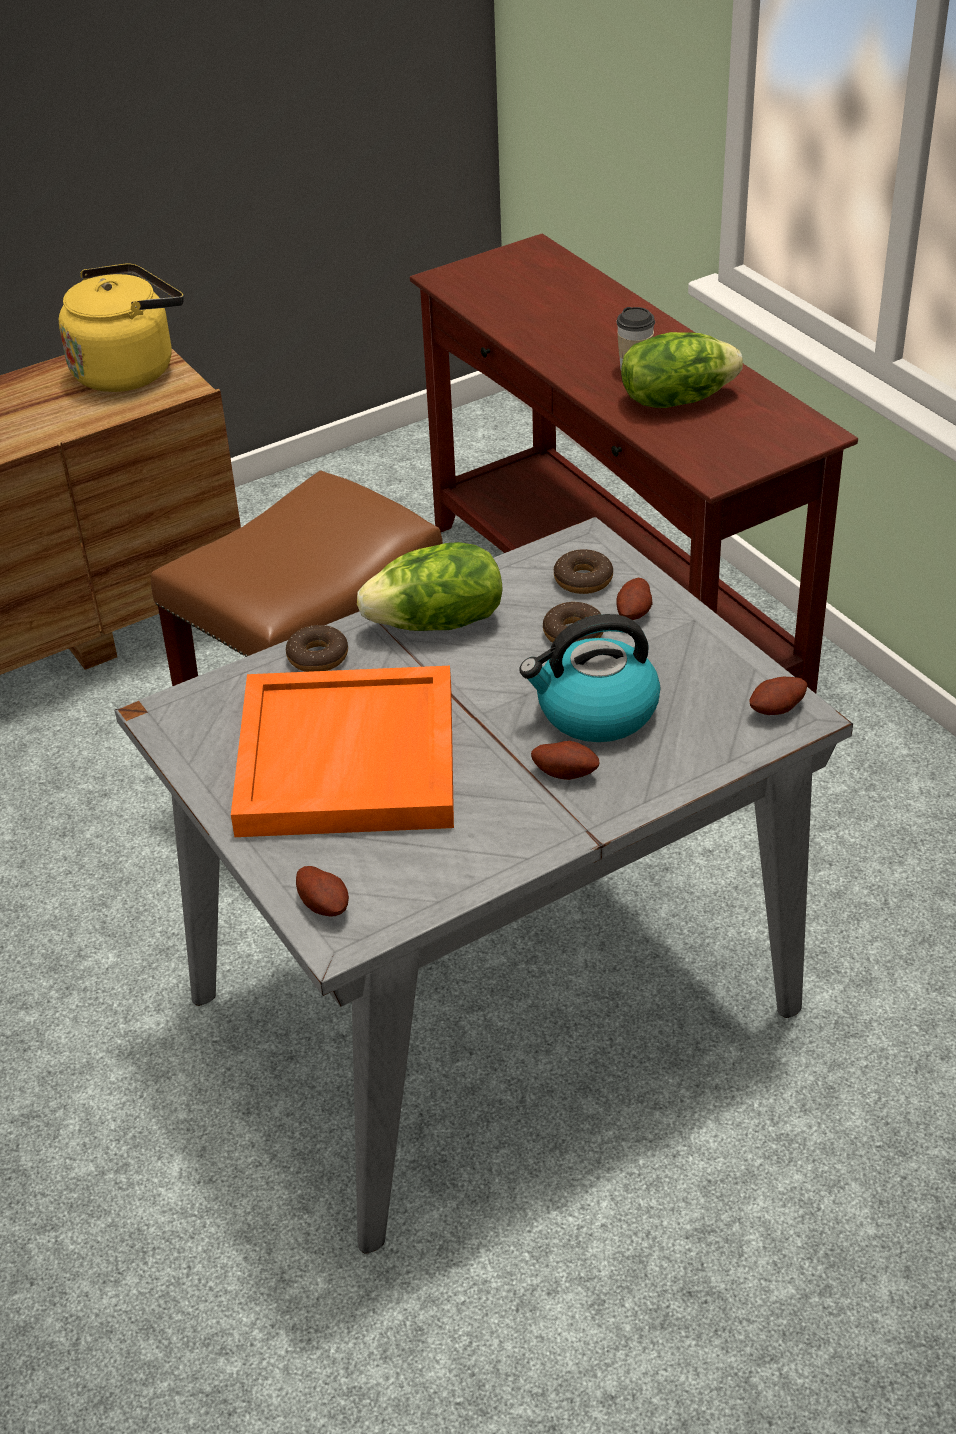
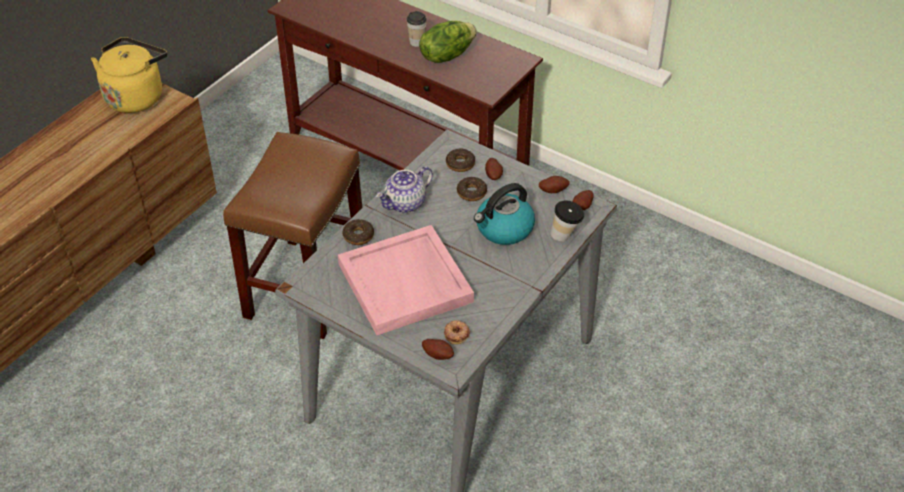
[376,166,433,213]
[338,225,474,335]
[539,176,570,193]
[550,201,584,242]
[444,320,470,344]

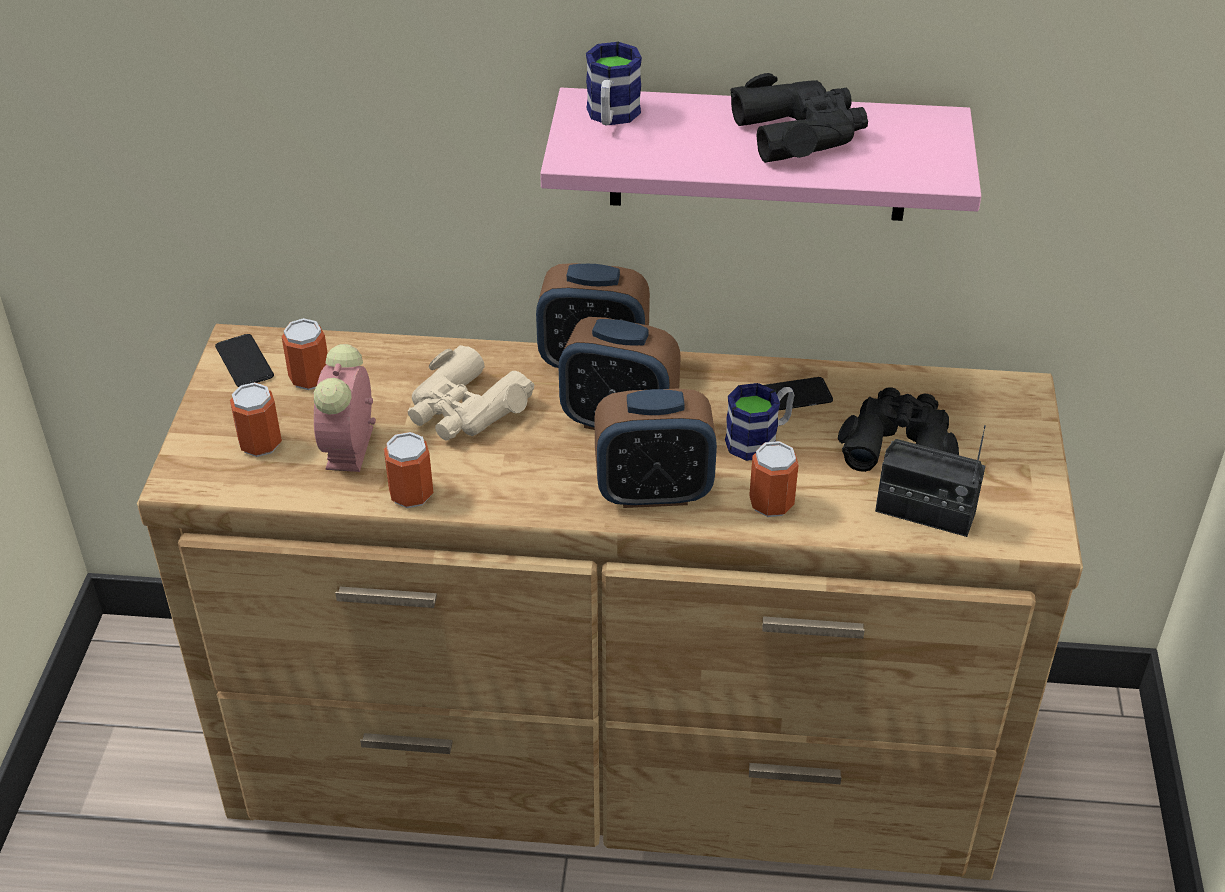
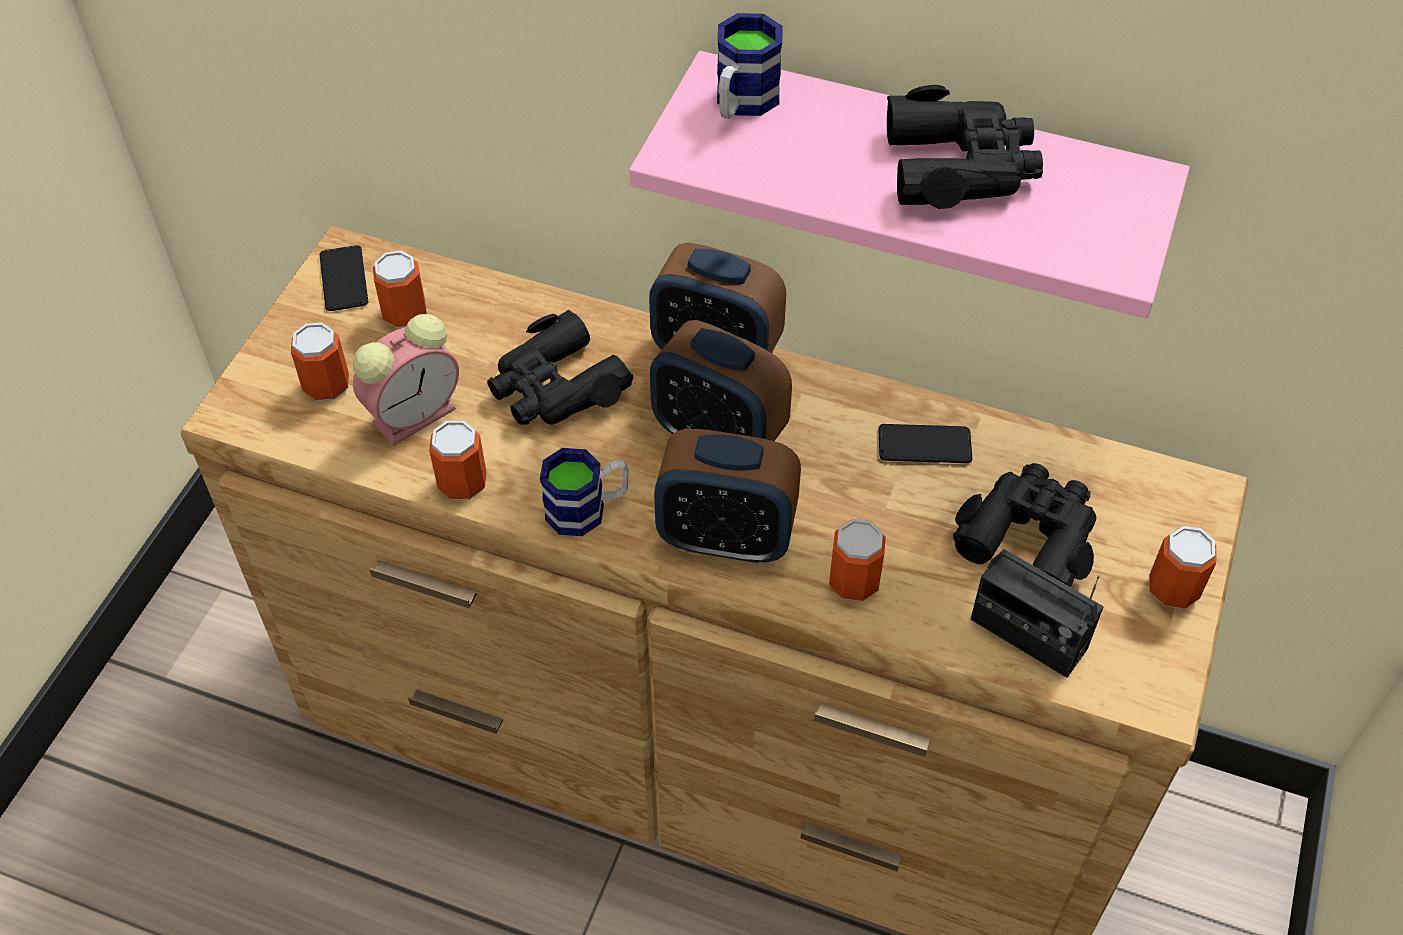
[353,314,459,446]
[487,310,633,425]
[540,448,629,536]
[1149,526,1217,609]

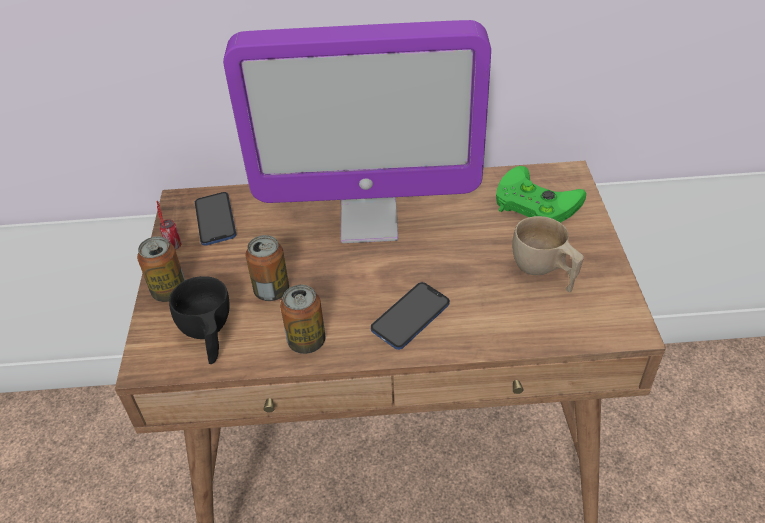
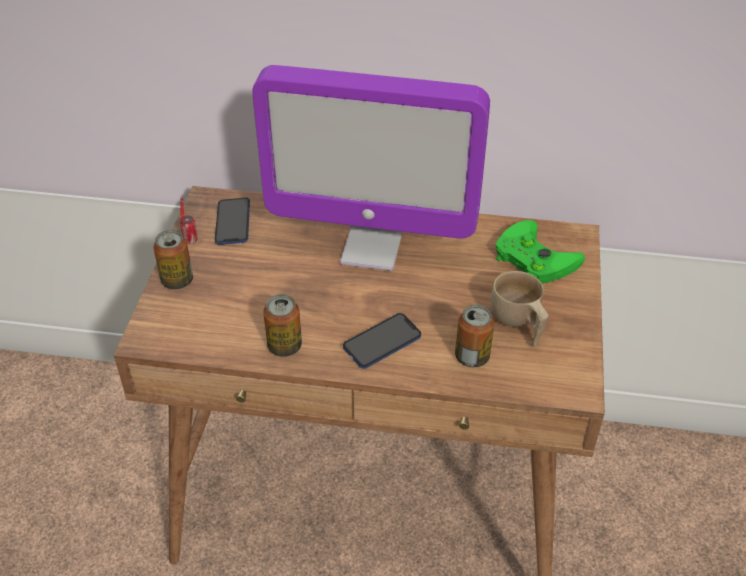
[455,304,495,367]
[169,276,230,364] (first image)

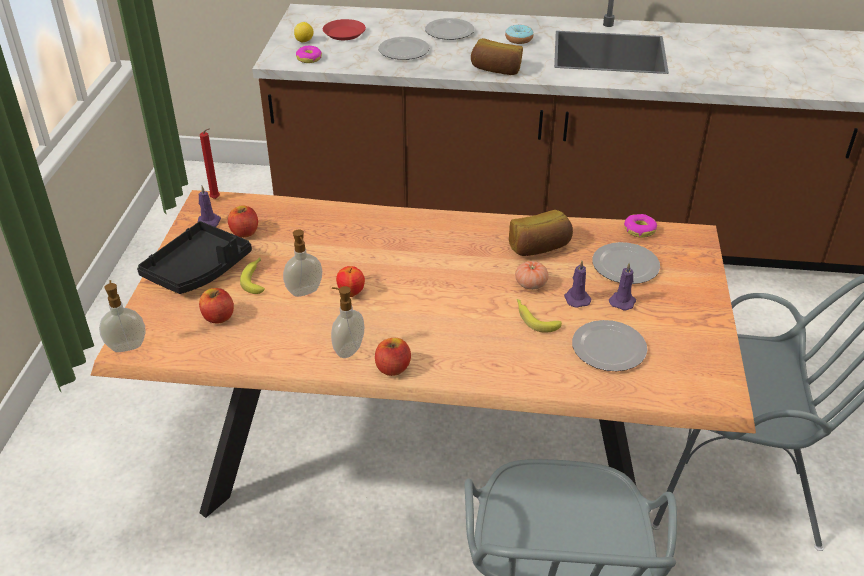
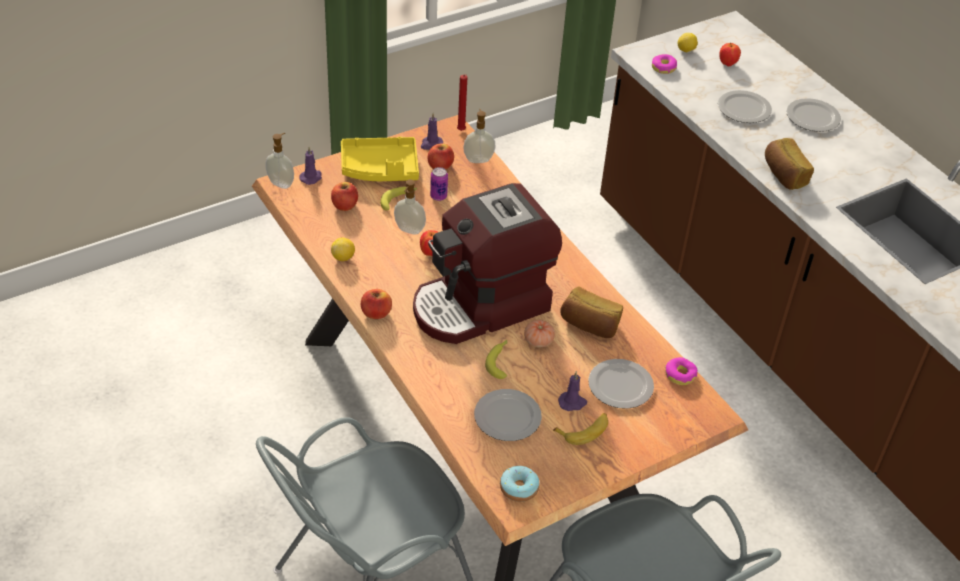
[719,43,741,66]
[500,466,540,502]
[341,137,419,181]
[299,147,322,185]
[463,109,496,163]
[430,167,448,201]
[413,183,562,344]
[331,237,355,261]
[553,413,608,445]

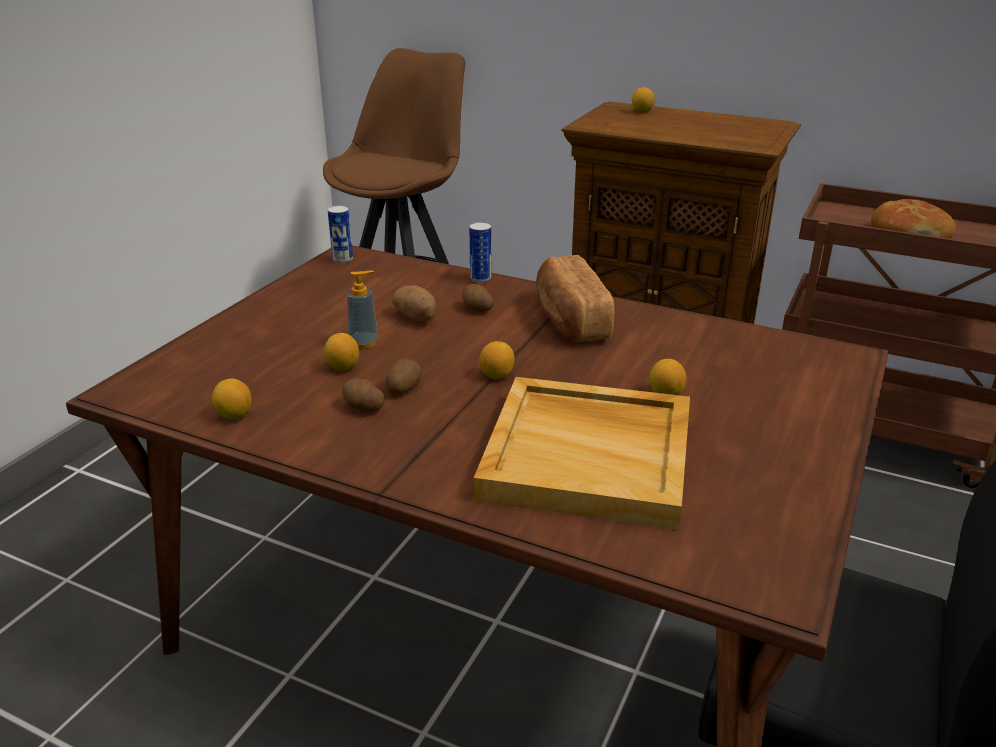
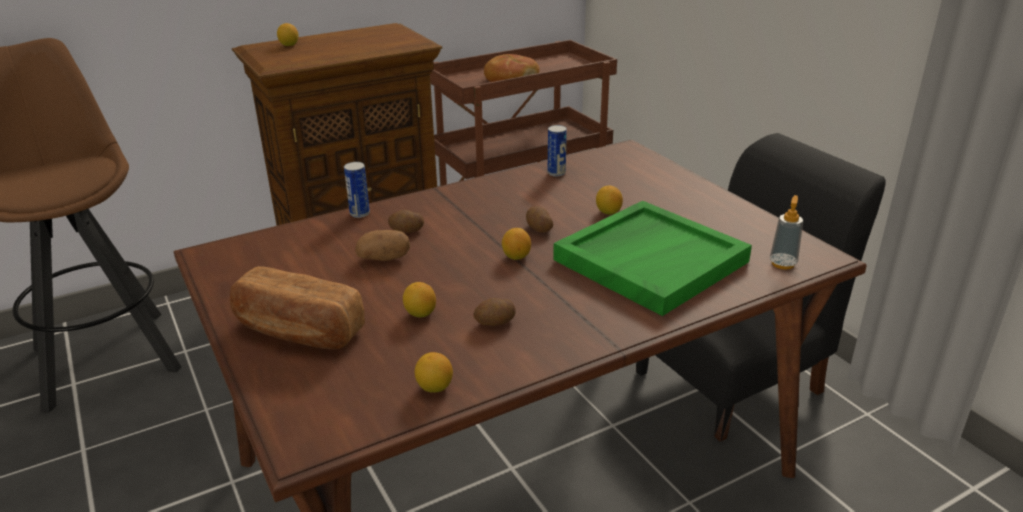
[548,125,567,176]
[230,266,365,349]
[770,195,803,270]
[526,206,553,233]
[553,201,752,316]

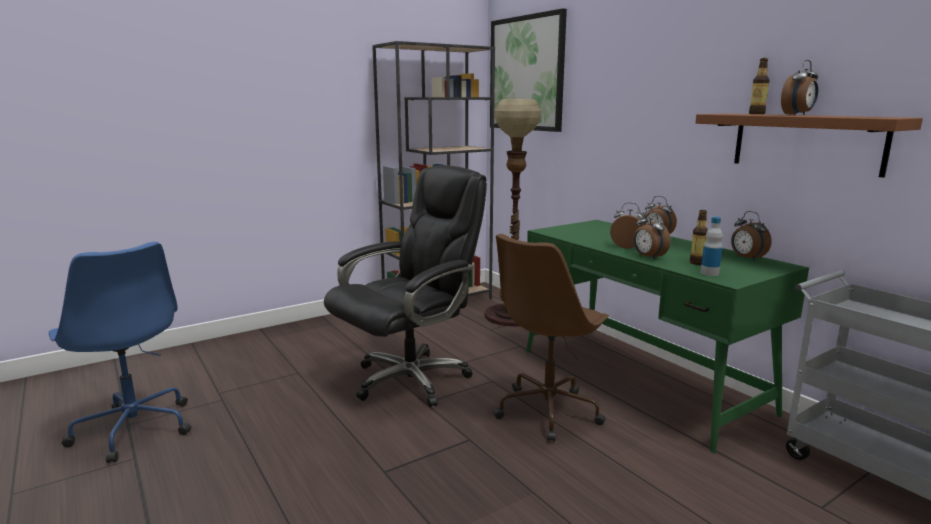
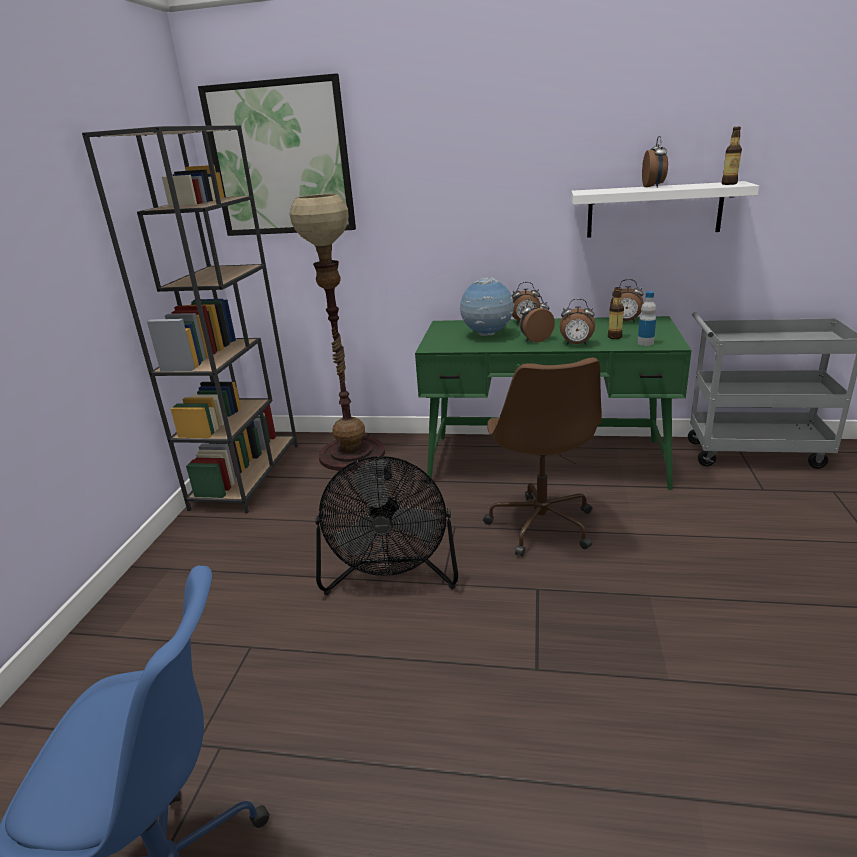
[722,127,742,185]
[571,181,759,238]
[315,456,458,596]
[460,277,514,336]

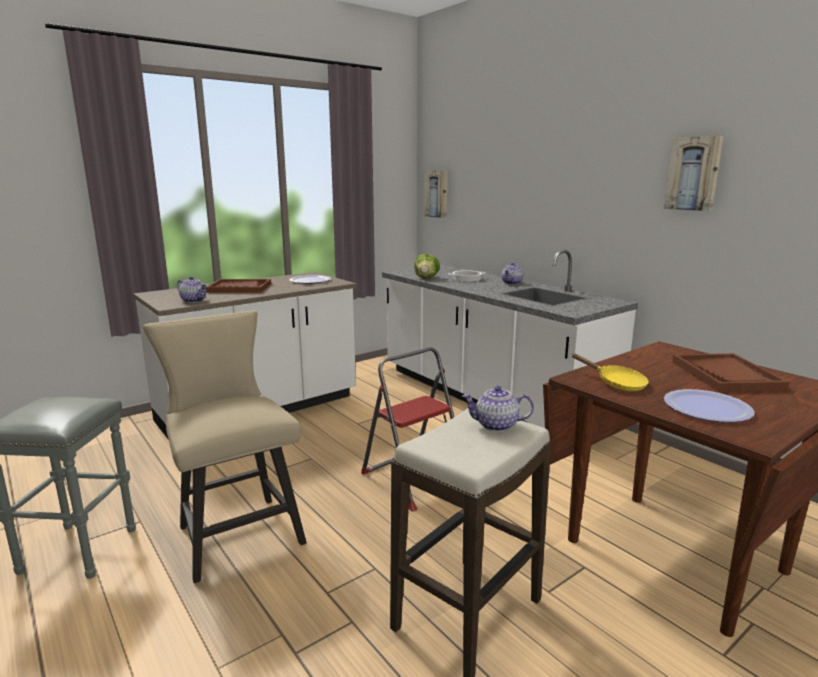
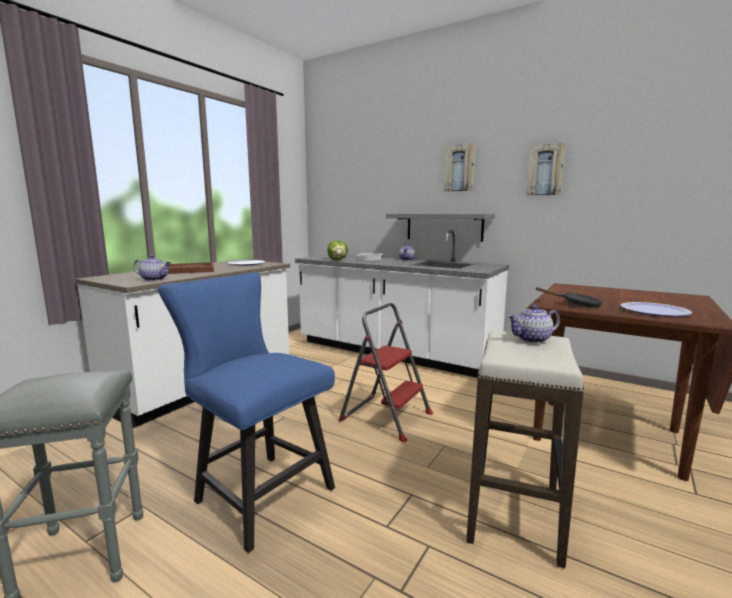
[444,144,475,192]
[158,272,335,553]
[672,353,789,392] (first image)
[535,287,603,307]
[386,214,495,242]

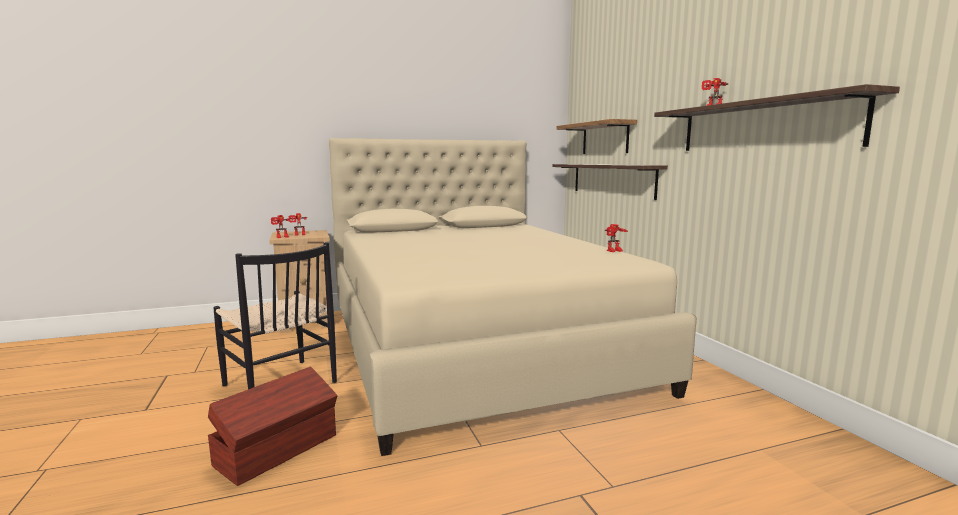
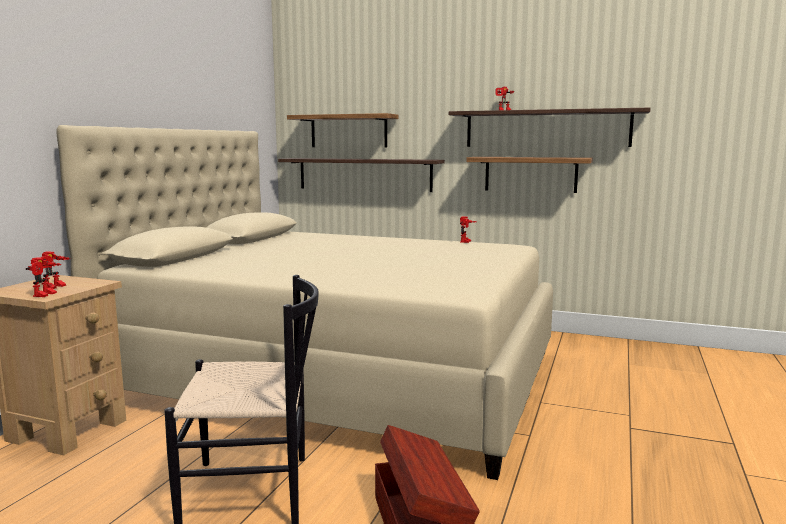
[466,157,593,193]

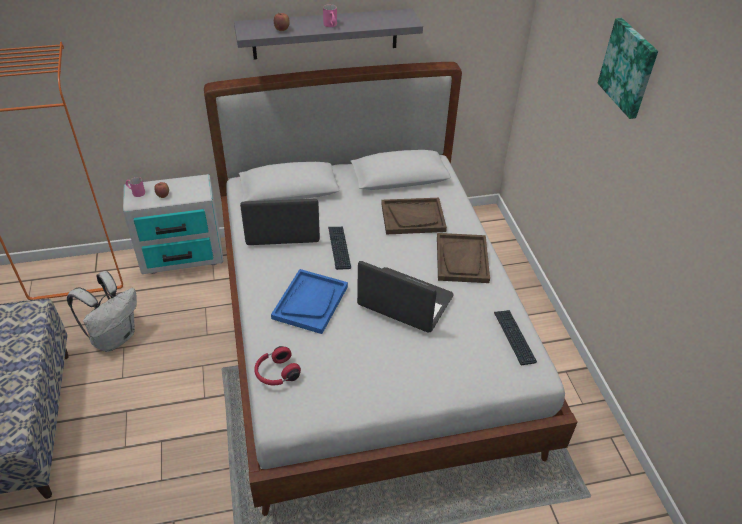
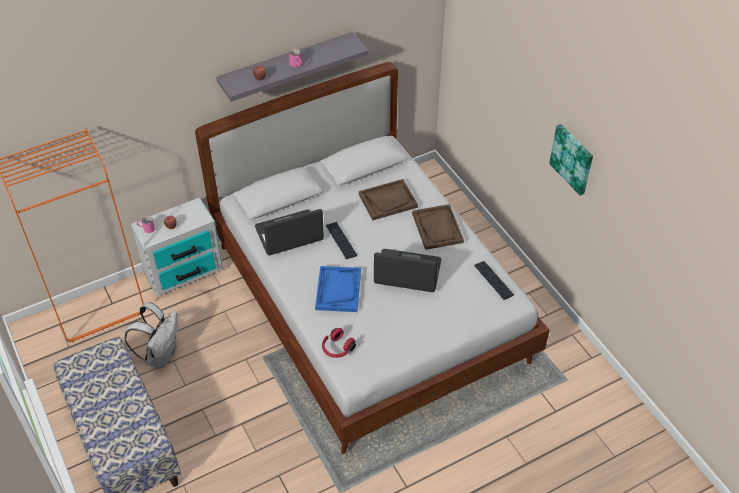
[549,124,593,196]

